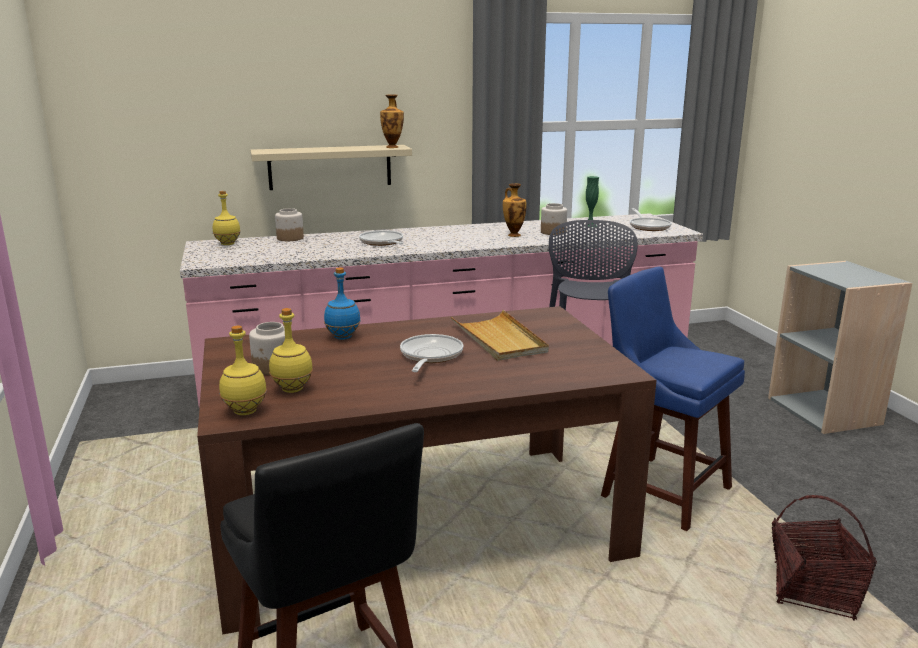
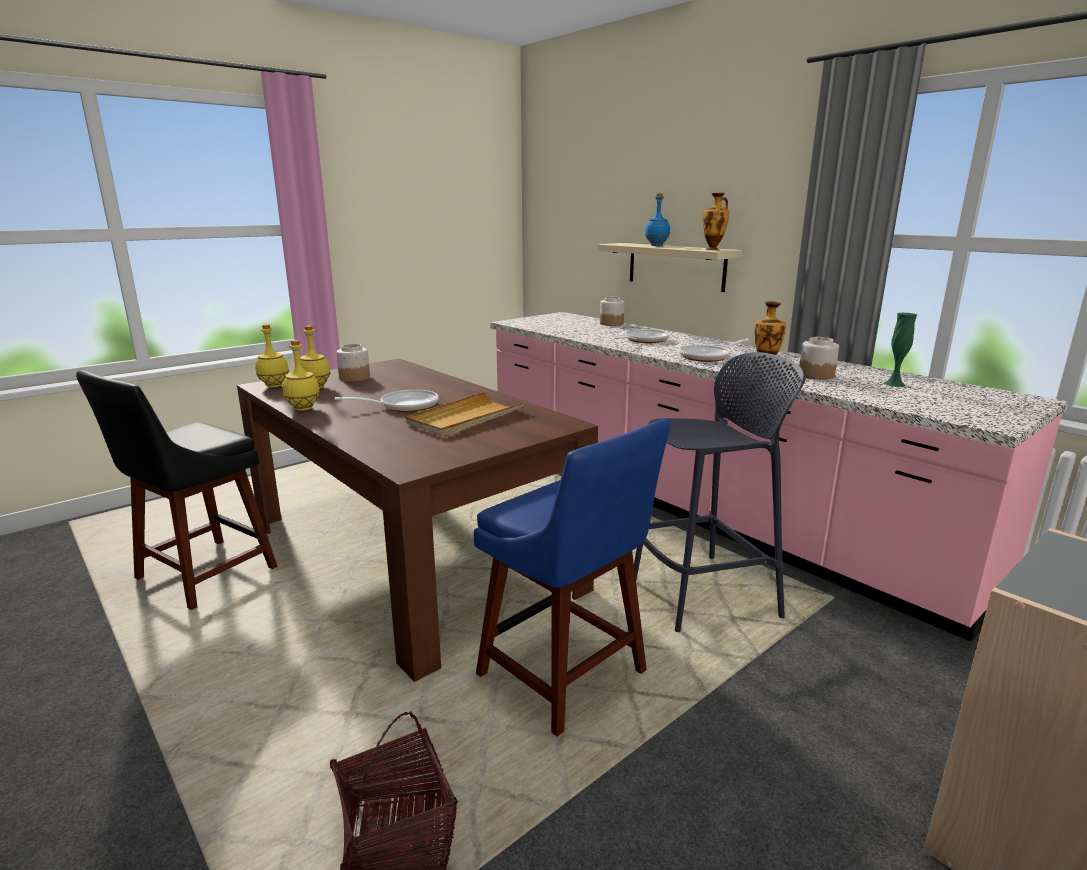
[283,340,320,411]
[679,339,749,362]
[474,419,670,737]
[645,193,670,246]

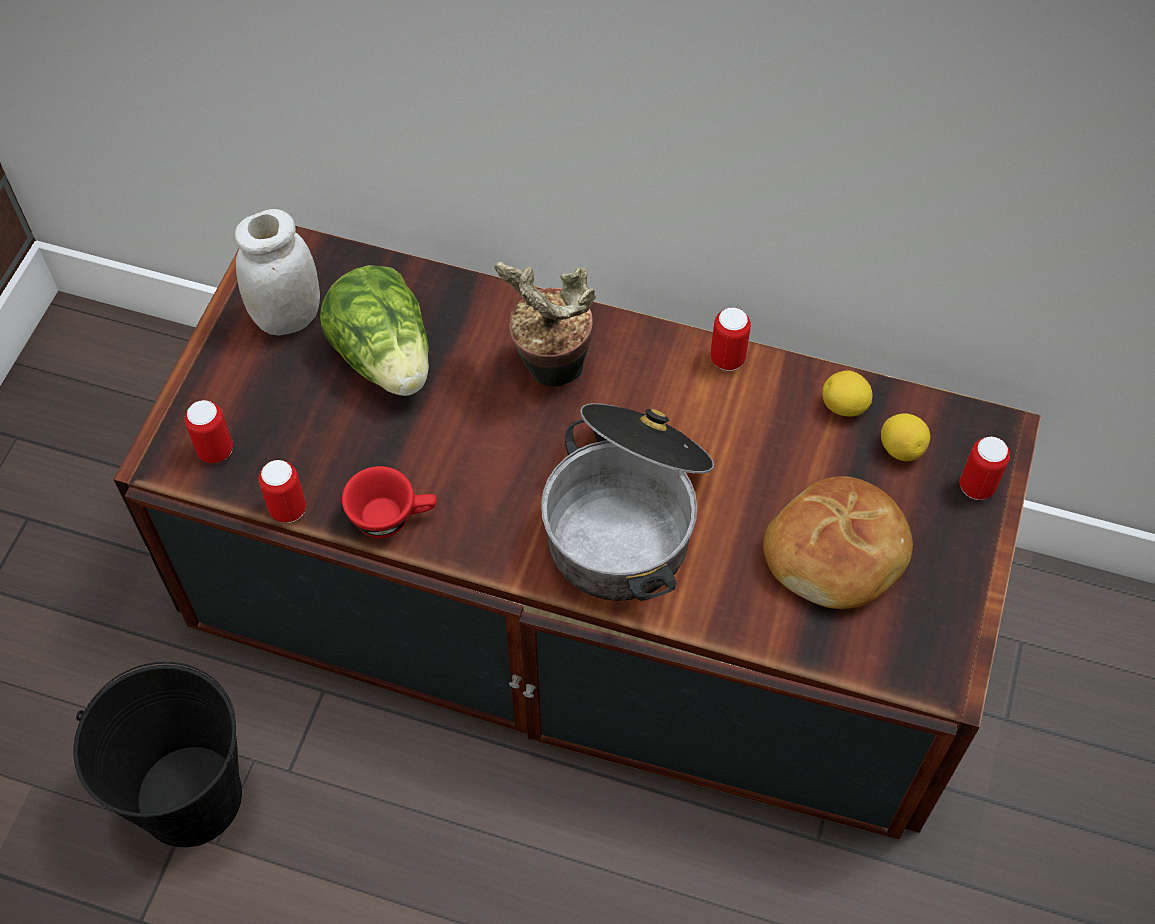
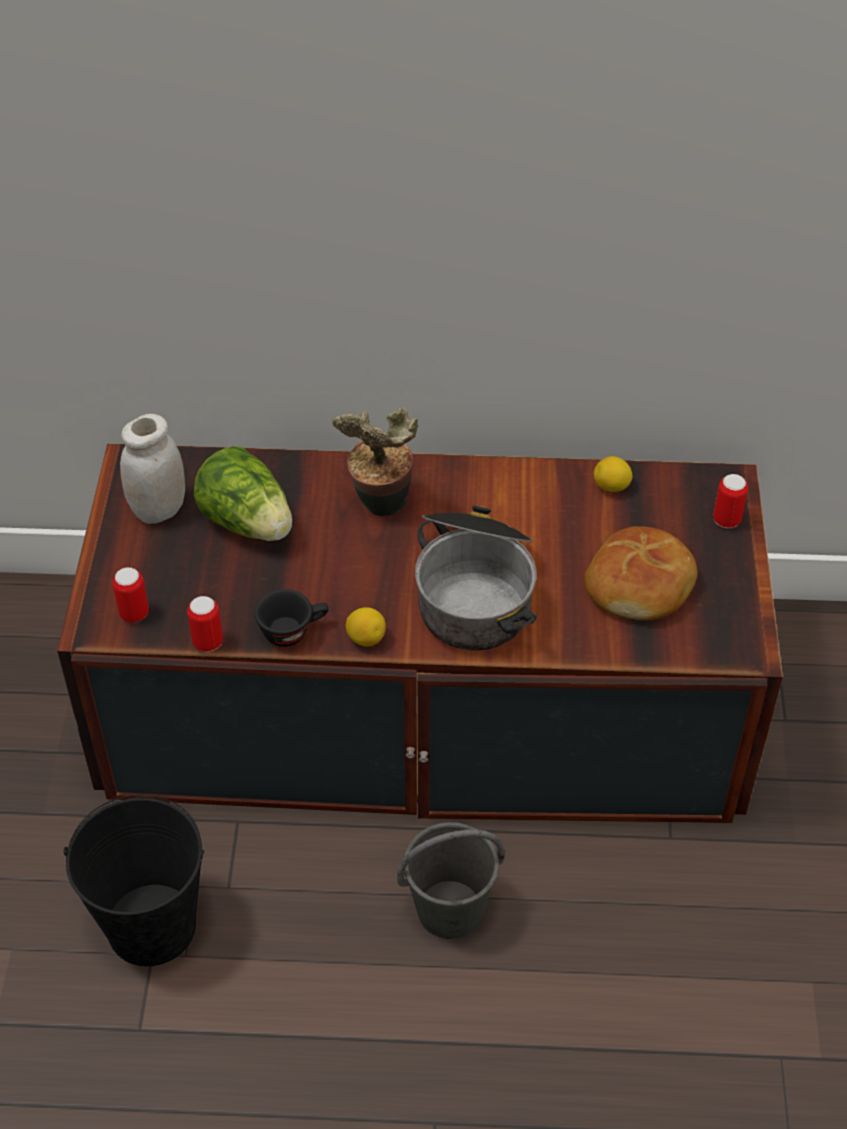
[710,307,751,371] (first image)
[346,607,386,646]
[254,589,329,647]
[397,822,505,939]

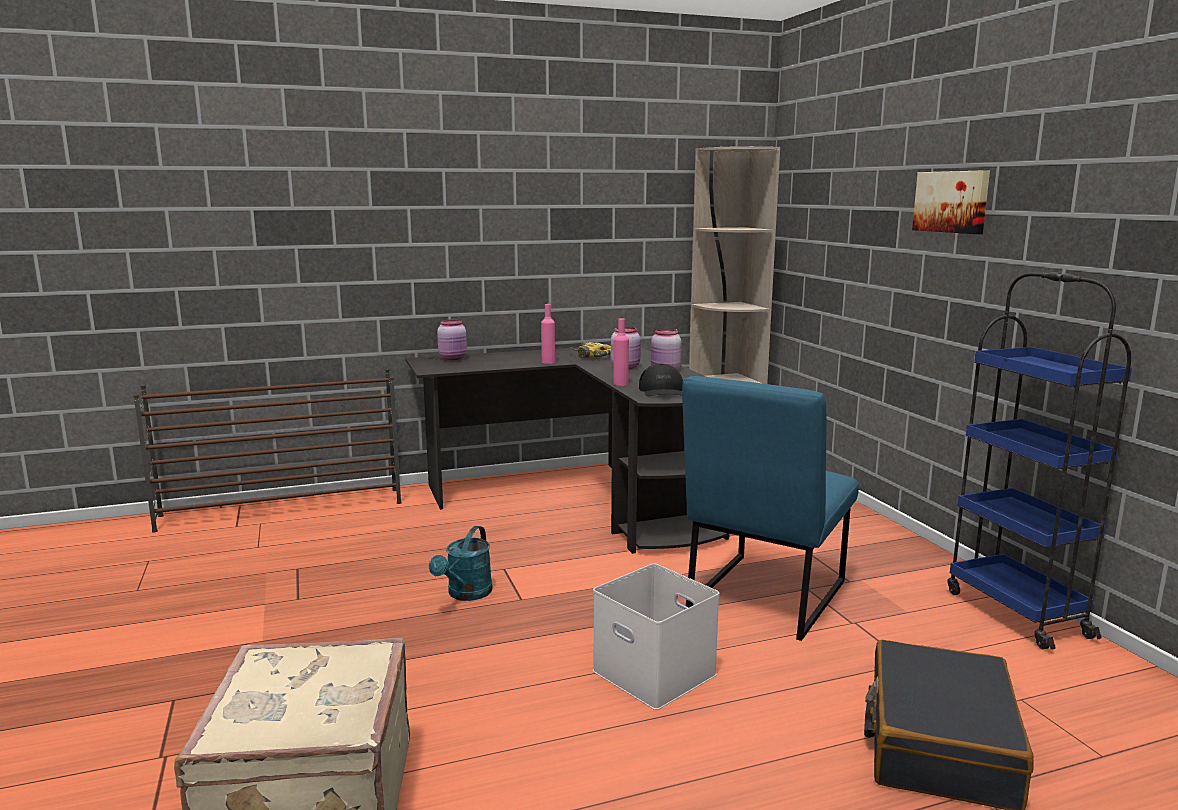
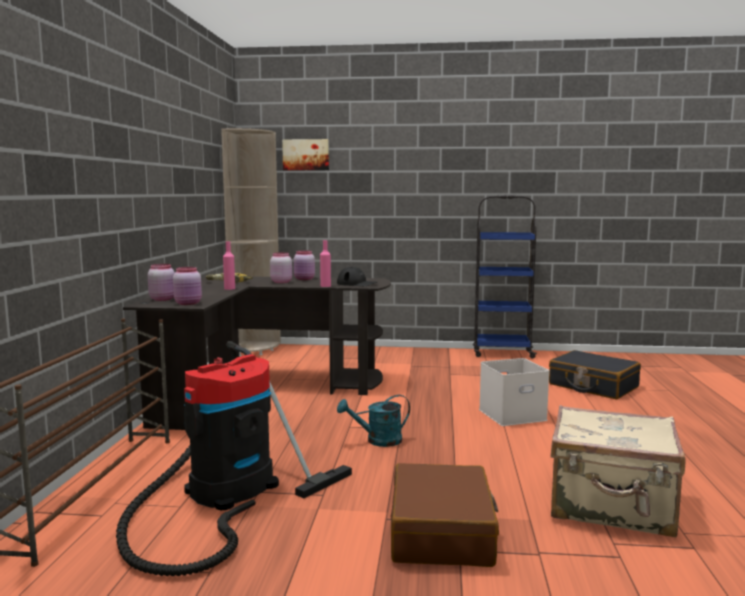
[282,139,329,170]
[682,376,859,641] (first image)
[337,395,410,447]
[173,267,202,305]
[116,341,352,576]
[391,463,499,567]

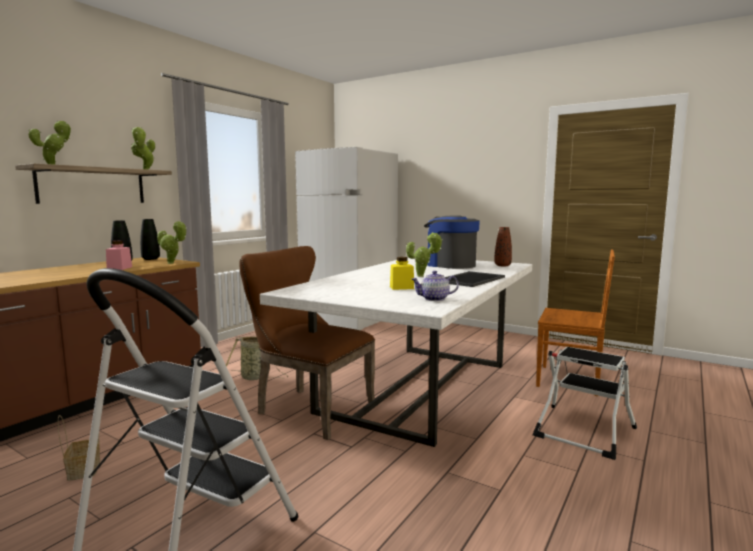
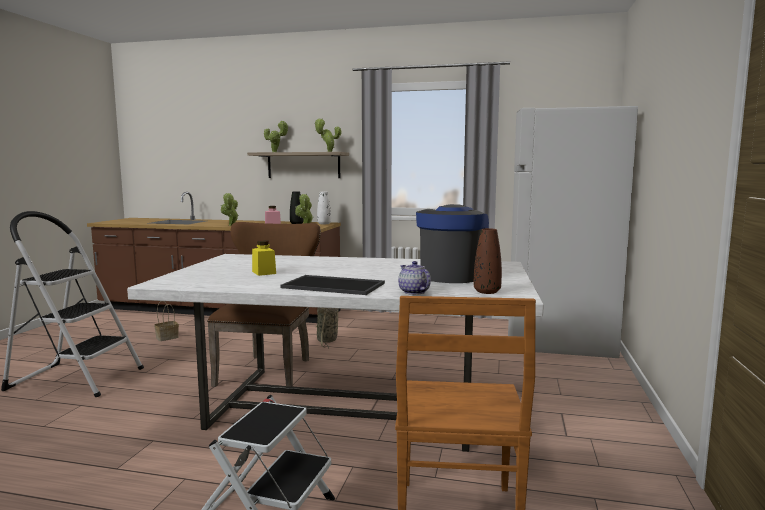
[317,192,331,224]
[221,193,239,226]
[398,261,431,295]

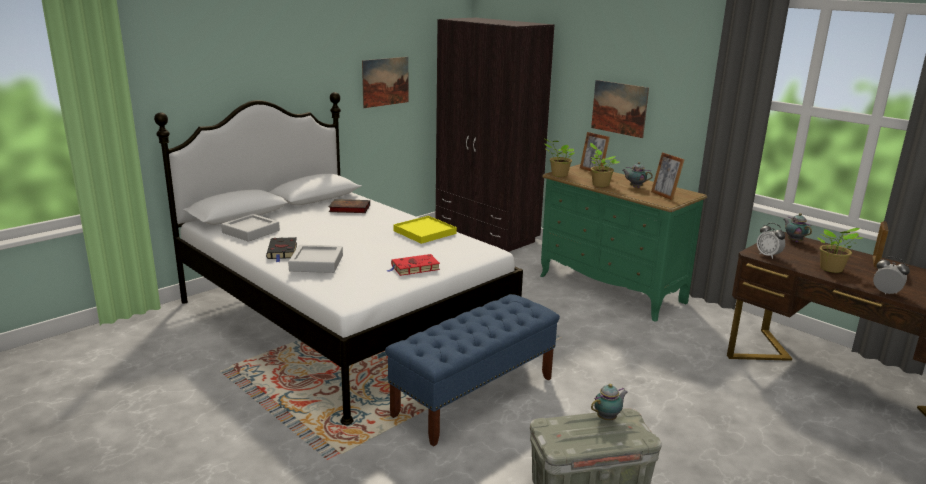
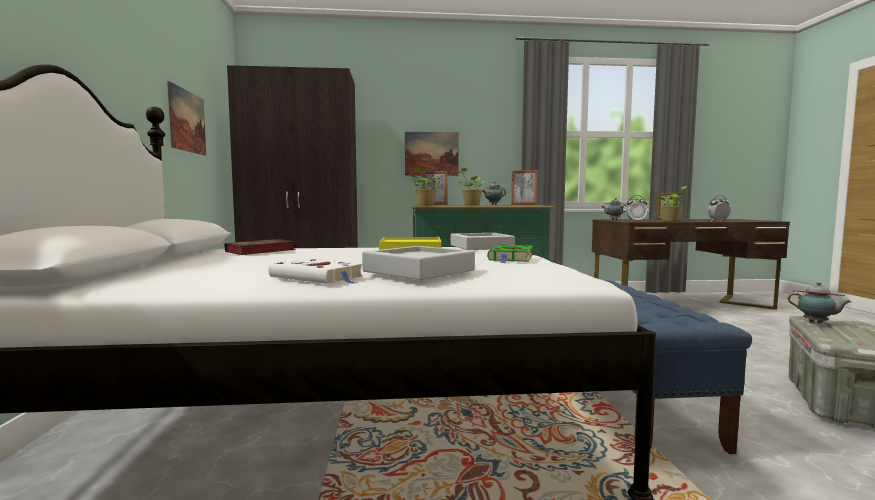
[451,233,515,250]
[268,259,363,284]
[487,244,533,263]
[788,282,851,323]

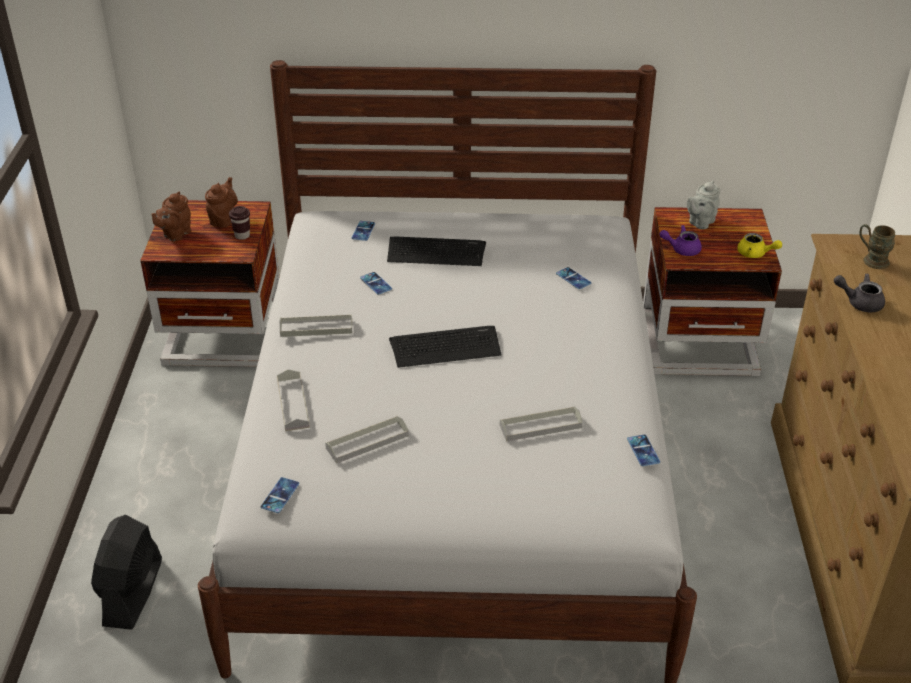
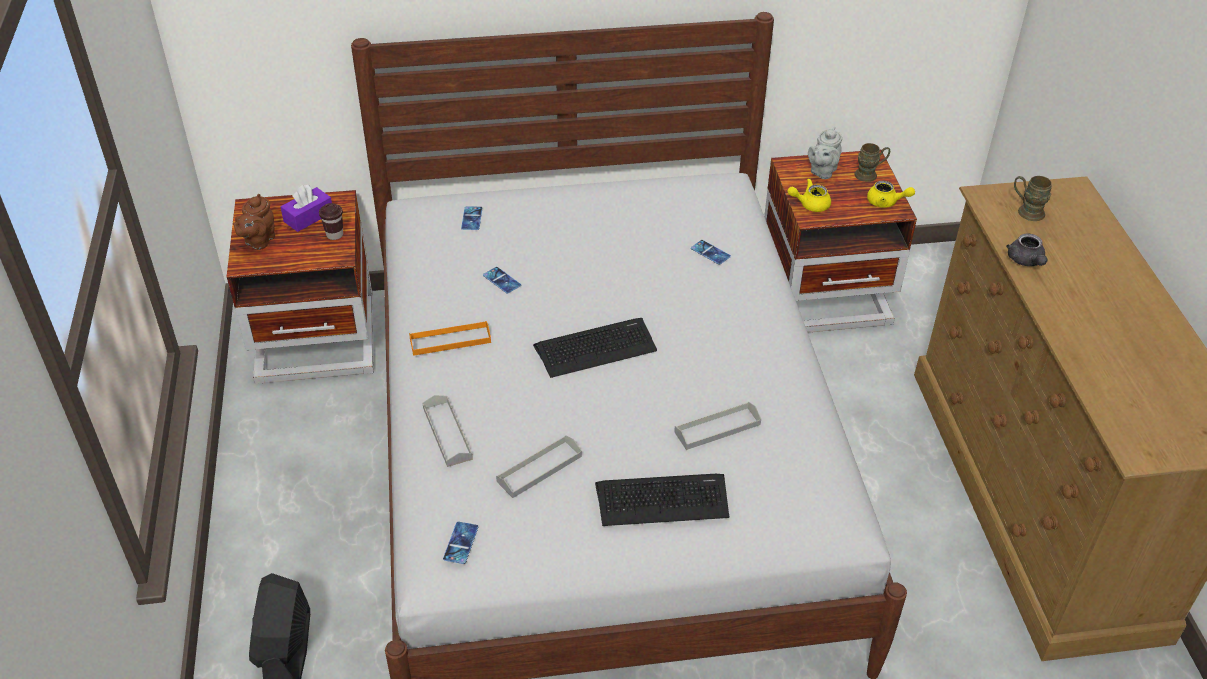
[281,185,332,232]
[787,178,831,212]
[595,474,729,526]
[1006,233,1047,266]
[409,321,491,356]
[627,435,660,466] (first image)
[854,143,890,182]

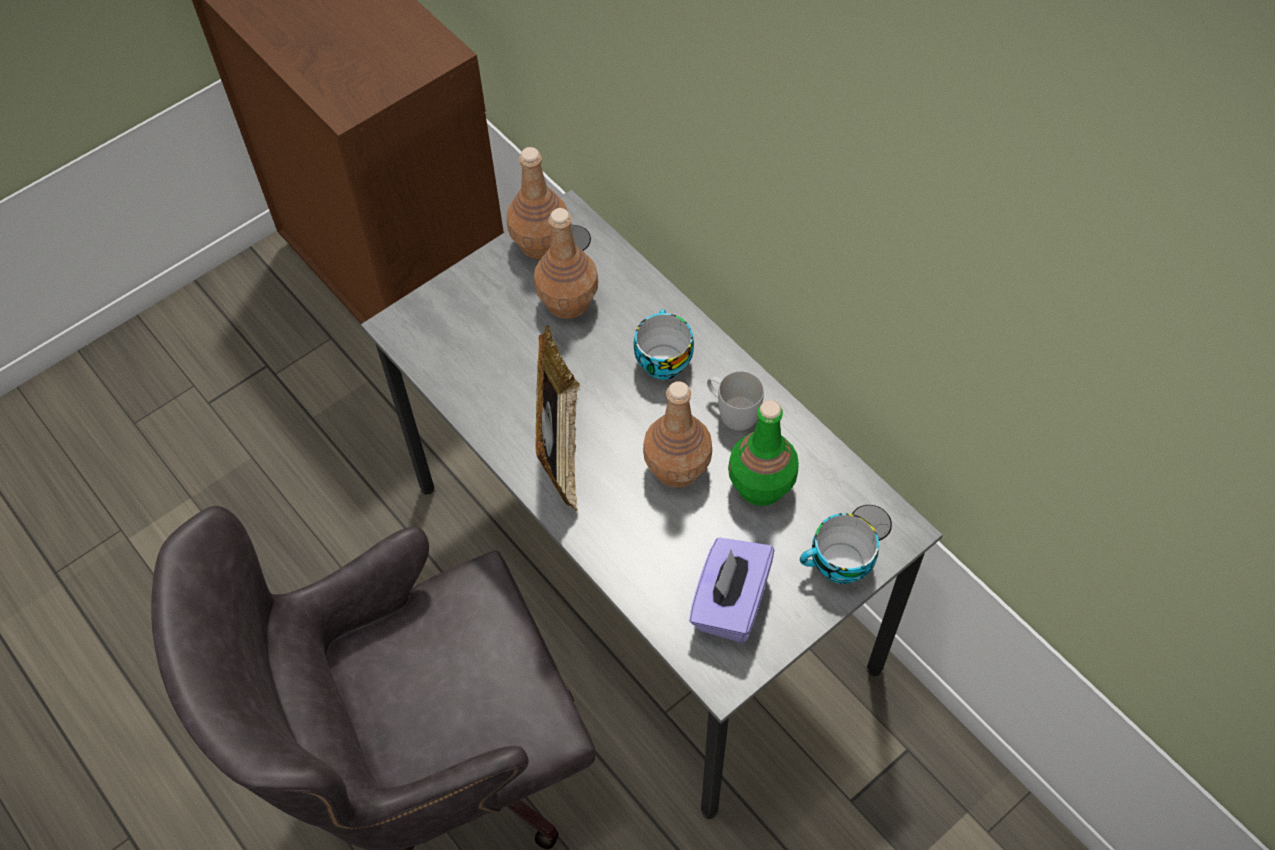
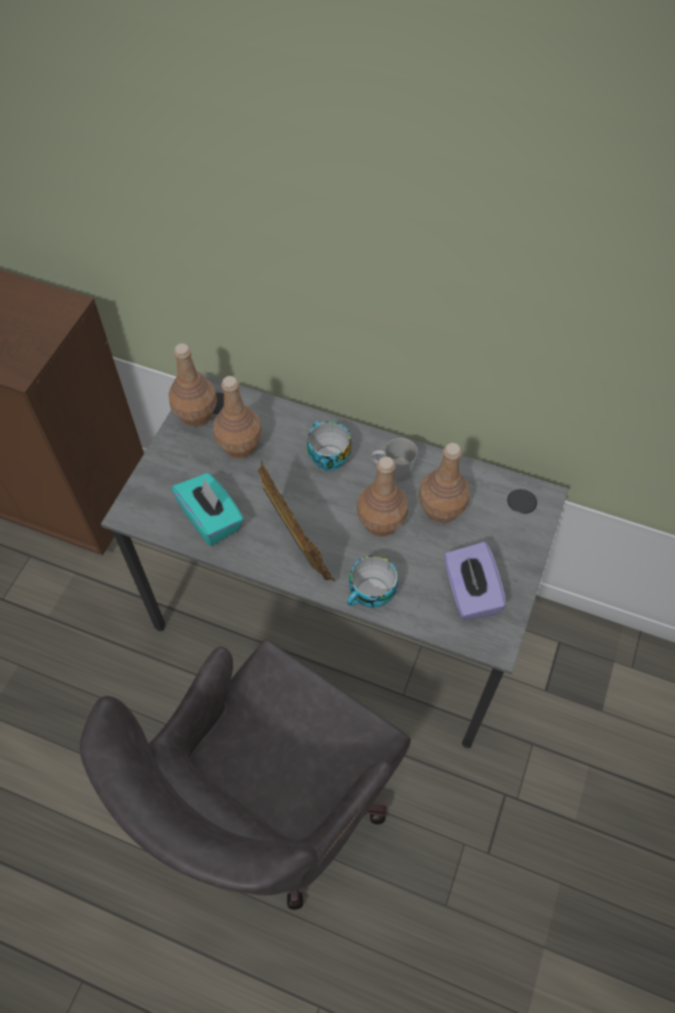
[419,443,470,523]
[347,555,398,608]
[172,473,244,546]

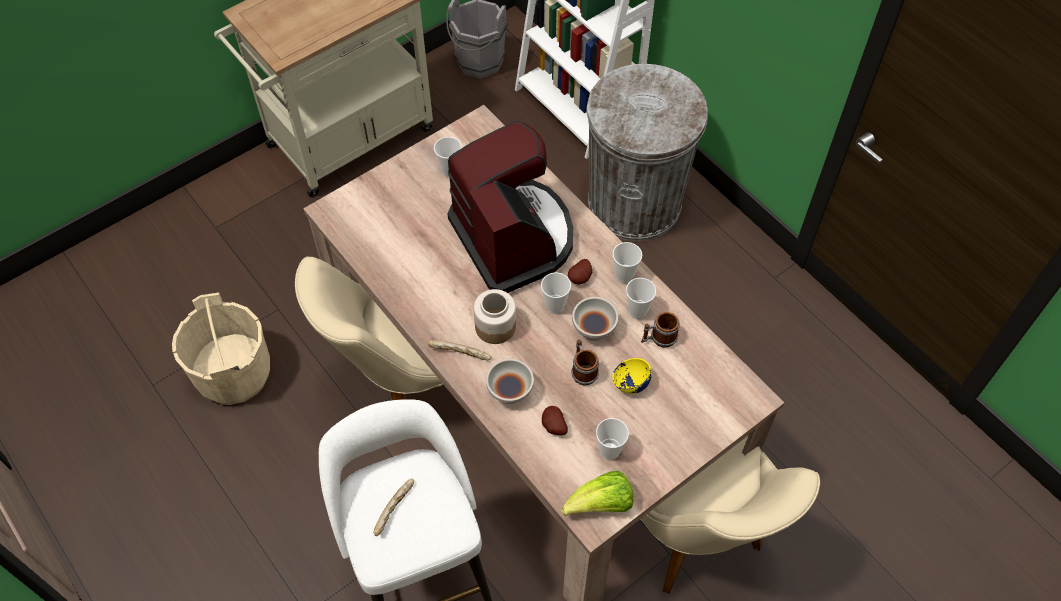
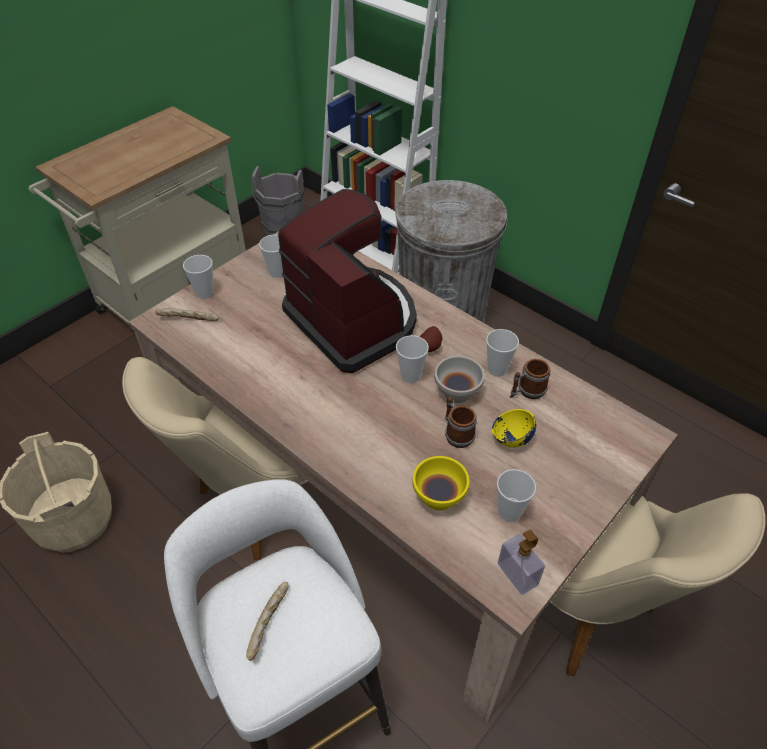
[183,255,214,299]
[474,289,516,344] (first image)
[155,308,220,321]
[486,359,534,404] (first image)
[412,456,470,510]
[498,530,545,595]

